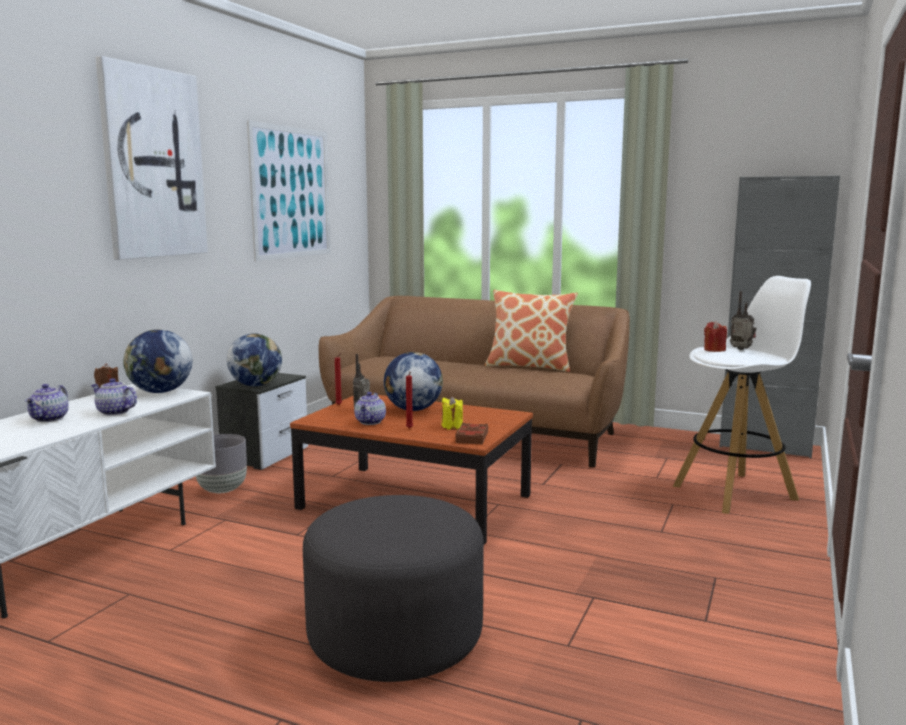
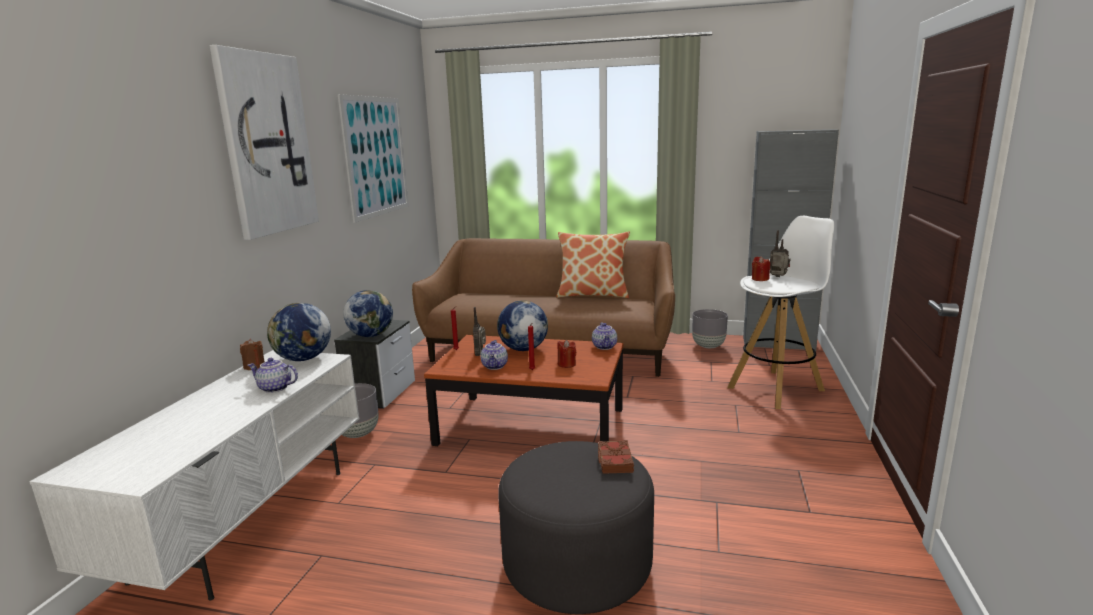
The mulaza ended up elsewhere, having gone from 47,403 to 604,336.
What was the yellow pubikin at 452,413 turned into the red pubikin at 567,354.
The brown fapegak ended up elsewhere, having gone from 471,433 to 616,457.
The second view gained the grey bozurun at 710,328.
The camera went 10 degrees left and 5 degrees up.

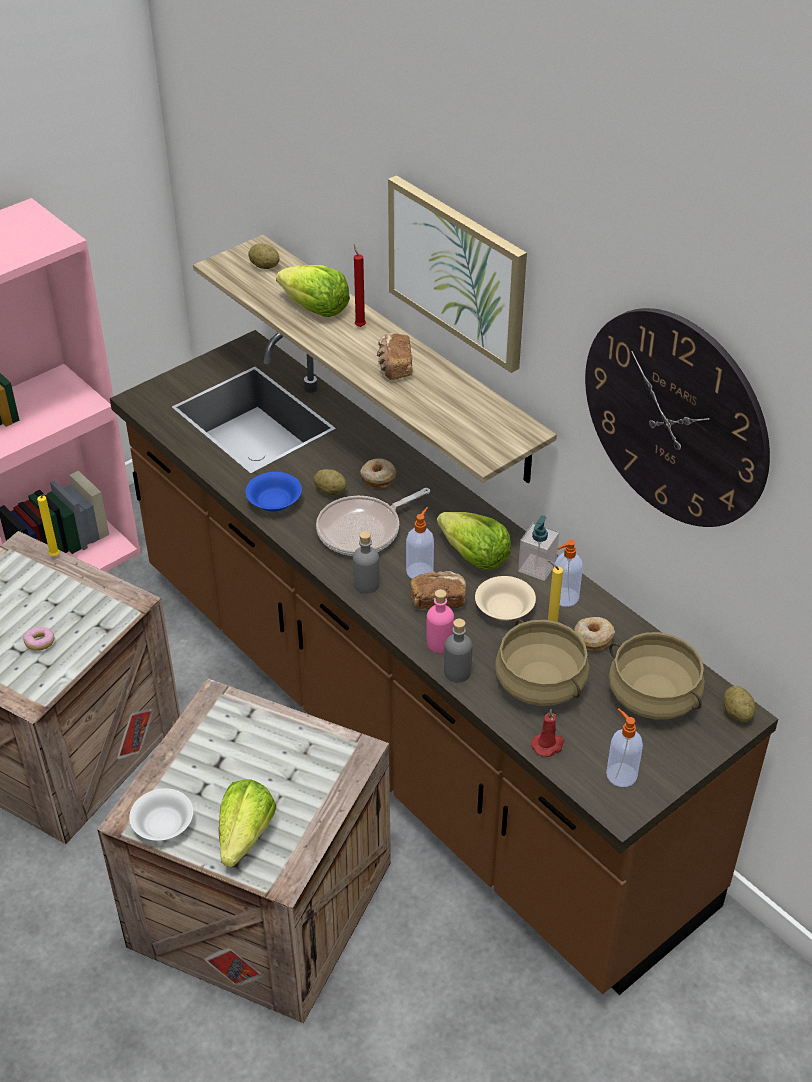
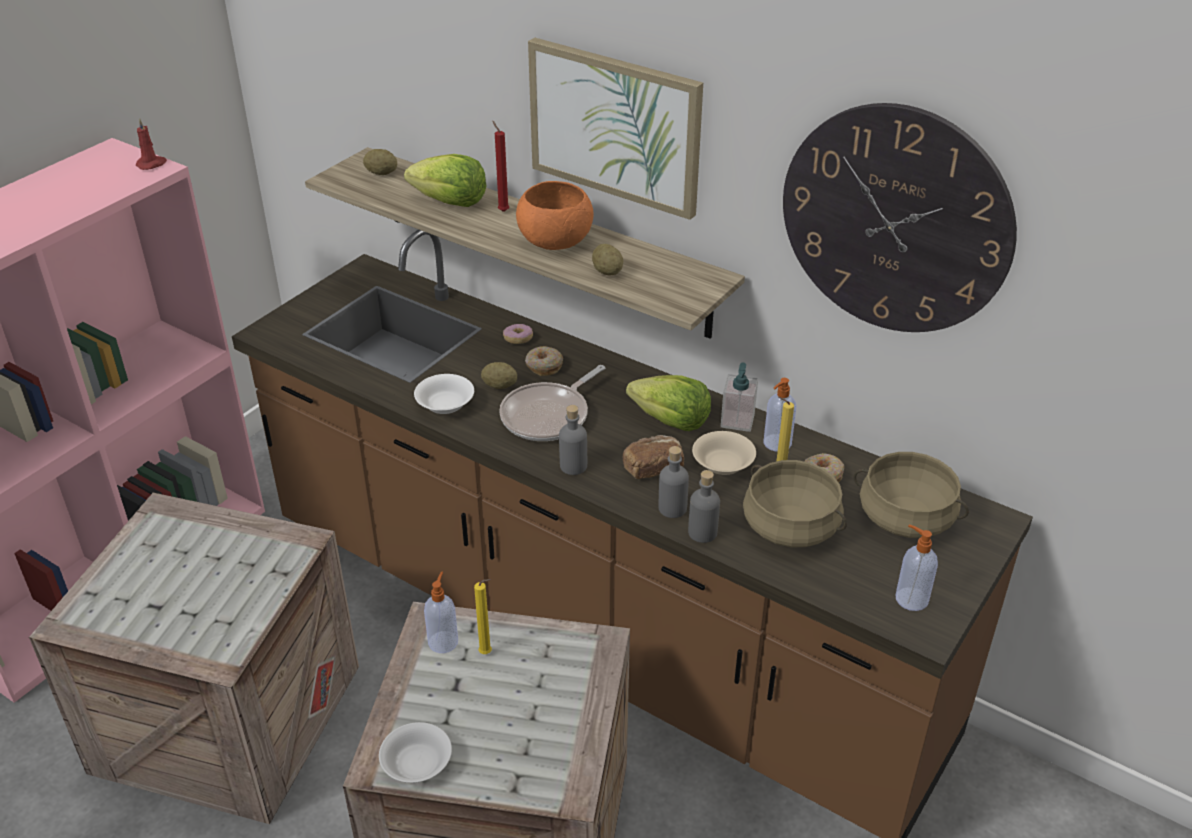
The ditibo ended up elsewhere, having gone from 39,639 to 518,334.
The yellow pubikin ended up elsewhere, having gone from 48,525 to 483,616.
The second view lost the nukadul at 247,823.
What was the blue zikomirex at 273,492 turned into the white zikomirex at 444,394.
Where the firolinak stood at 395,356, the orange zikomirex came to stand at 555,215.
The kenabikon ended up elsewhere, having gone from 420,543 to 441,612.
What was the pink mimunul at 440,621 turned into the grey mimunul at 674,482.
The red pubikin ended up elsewhere, having gone from 548,733 to 151,144.
The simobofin ended up elsewhere, having gone from 739,704 to 607,260.
The camera went 15 degrees left and 5 degrees down.

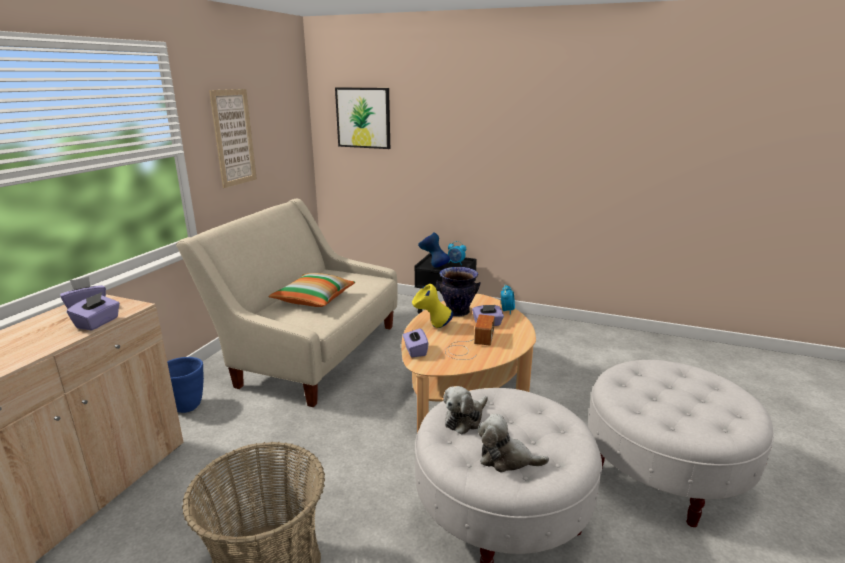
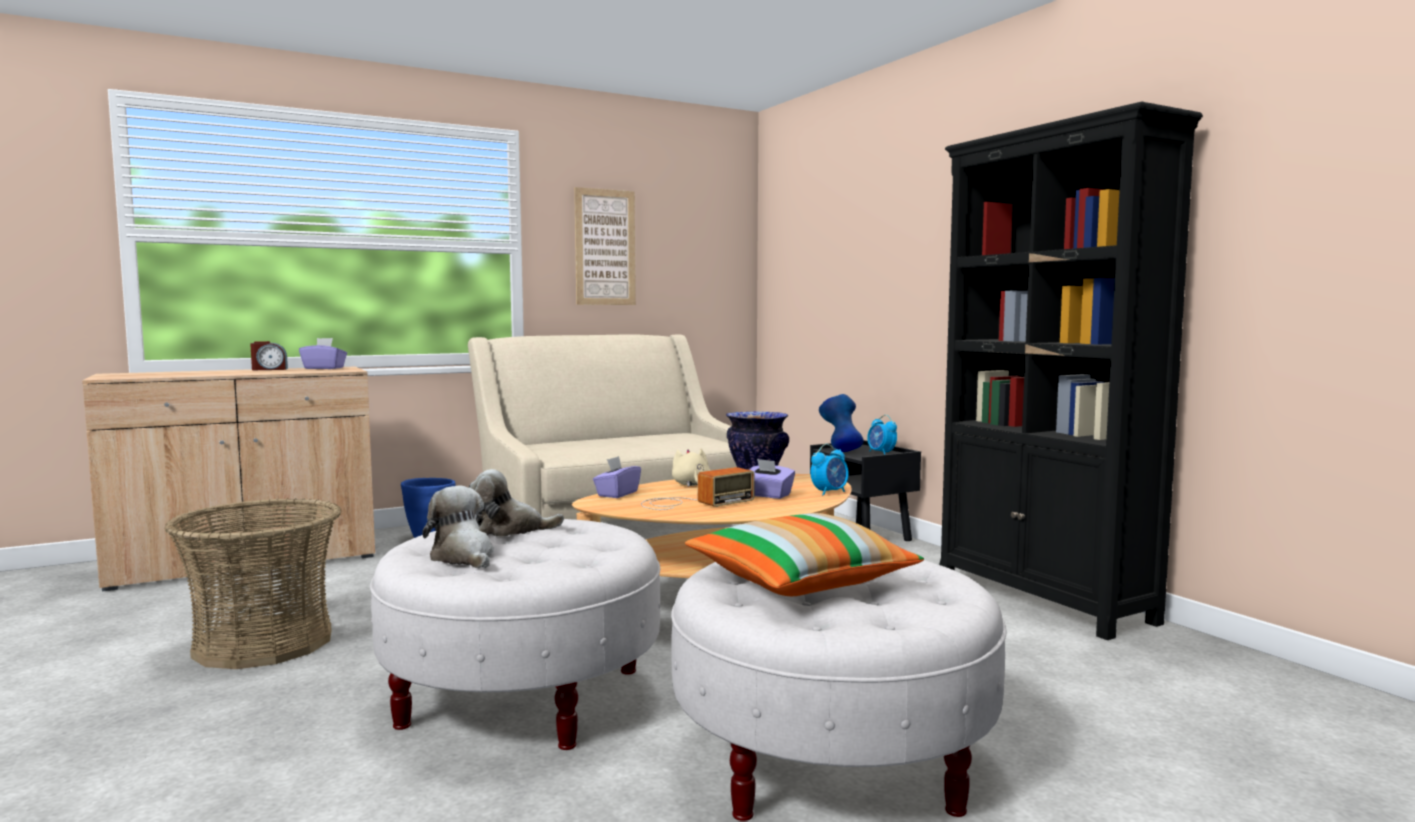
The second view lost the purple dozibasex at 93,311.
The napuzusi ended up elsewhere, having gone from 311,290 to 804,554.
The second view lost the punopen at 362,118.
Where the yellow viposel stood at 432,306, the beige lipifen came to stand at 691,468.
The second view gained the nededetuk at 269,355.
The second view gained the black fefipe at 1071,371.
The camera went 40 degrees right and 15 degrees down.

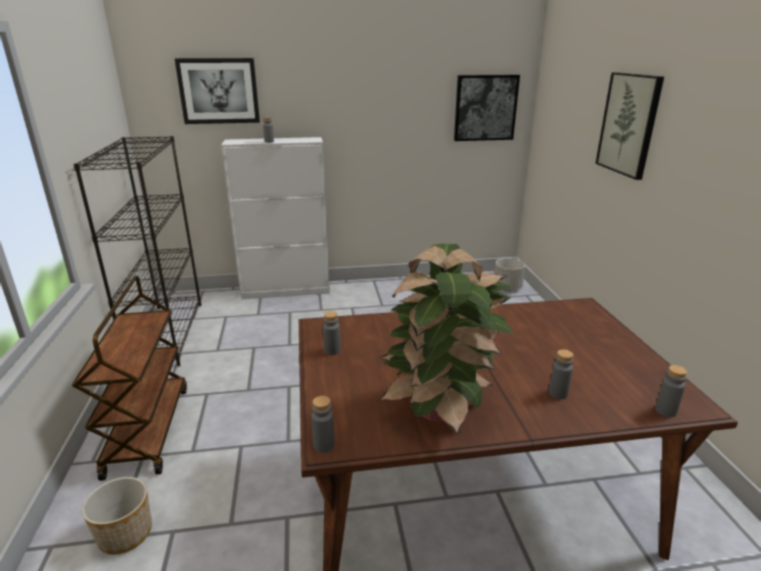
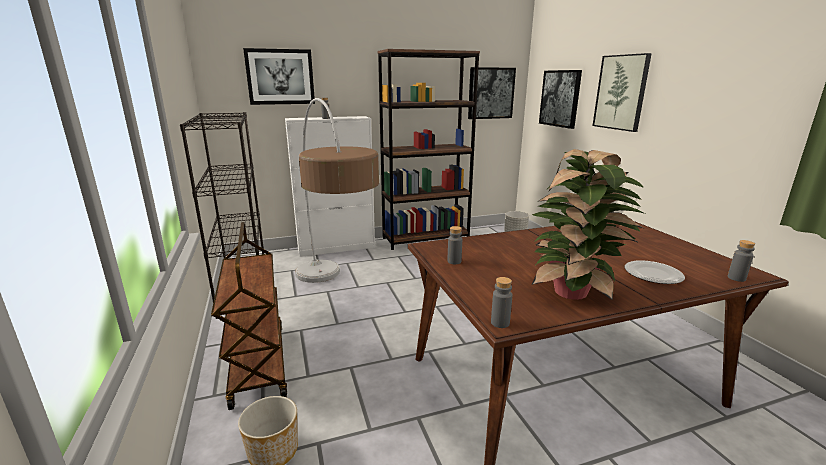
Where the grey mimunul stood at 561,374, the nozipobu came to stand at 655,272.
The second view gained the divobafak at 337,190.
The second view gained the brown fefipe at 429,149.
The second view gained the punopen at 560,99.
The camera went 10 degrees left and 5 degrees down.

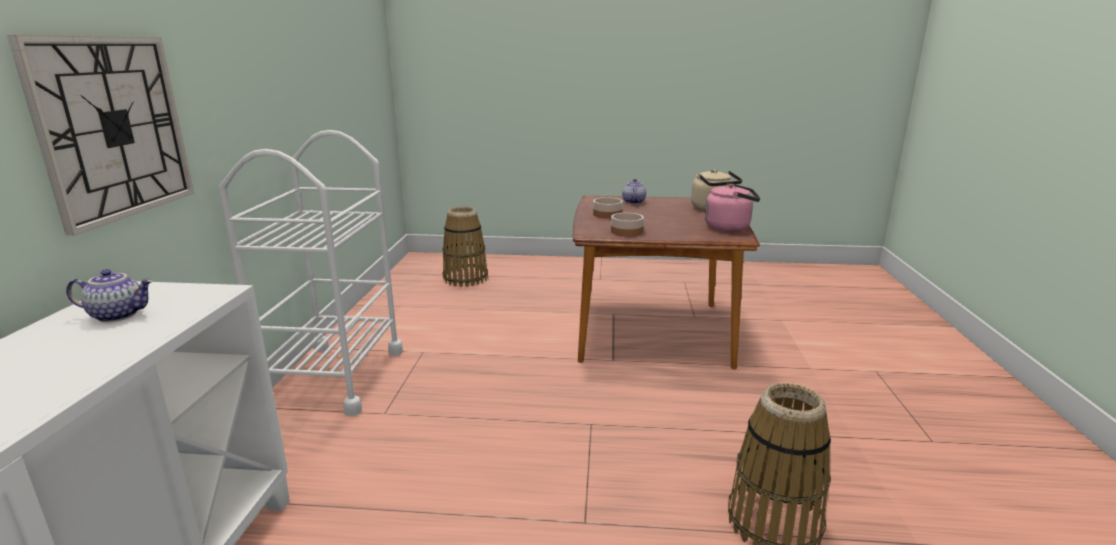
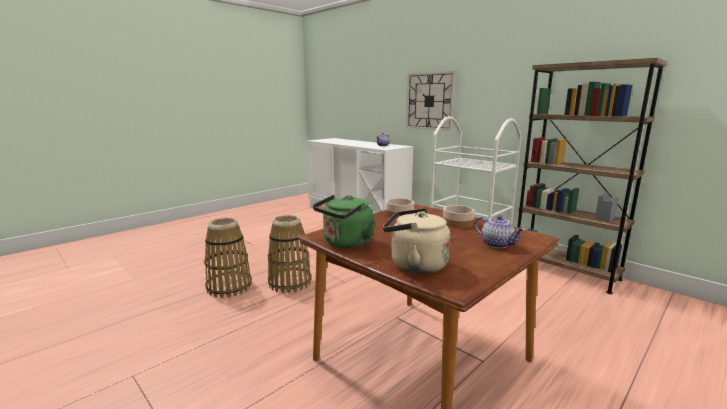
The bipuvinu ended up elsewhere, having gone from 465,247 to 289,254.
What was the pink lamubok at 732,207 turned into the green lamubok at 344,221.
The second view gained the brown fefipe at 592,176.
The camera went 130 degrees right and 5 degrees down.

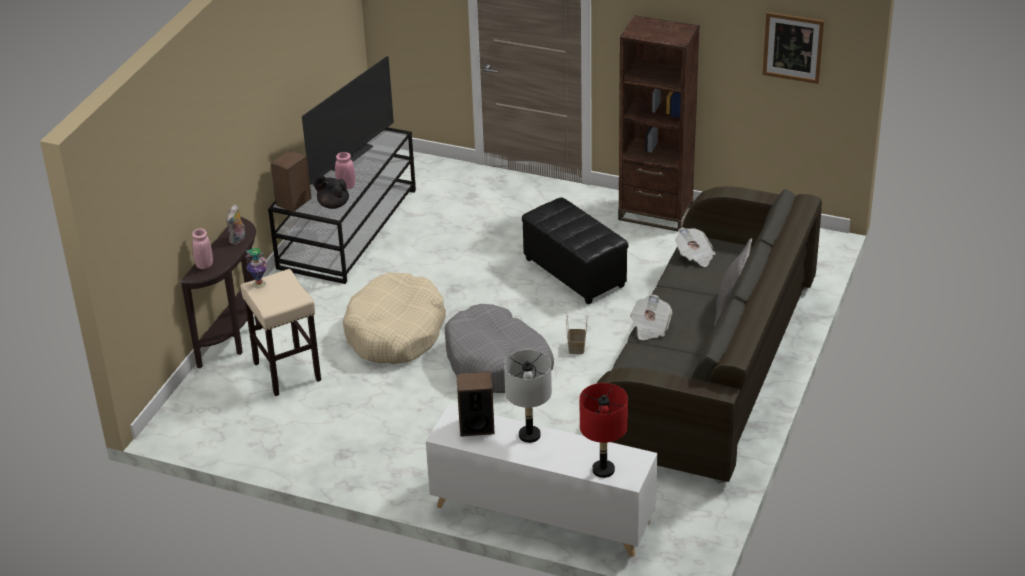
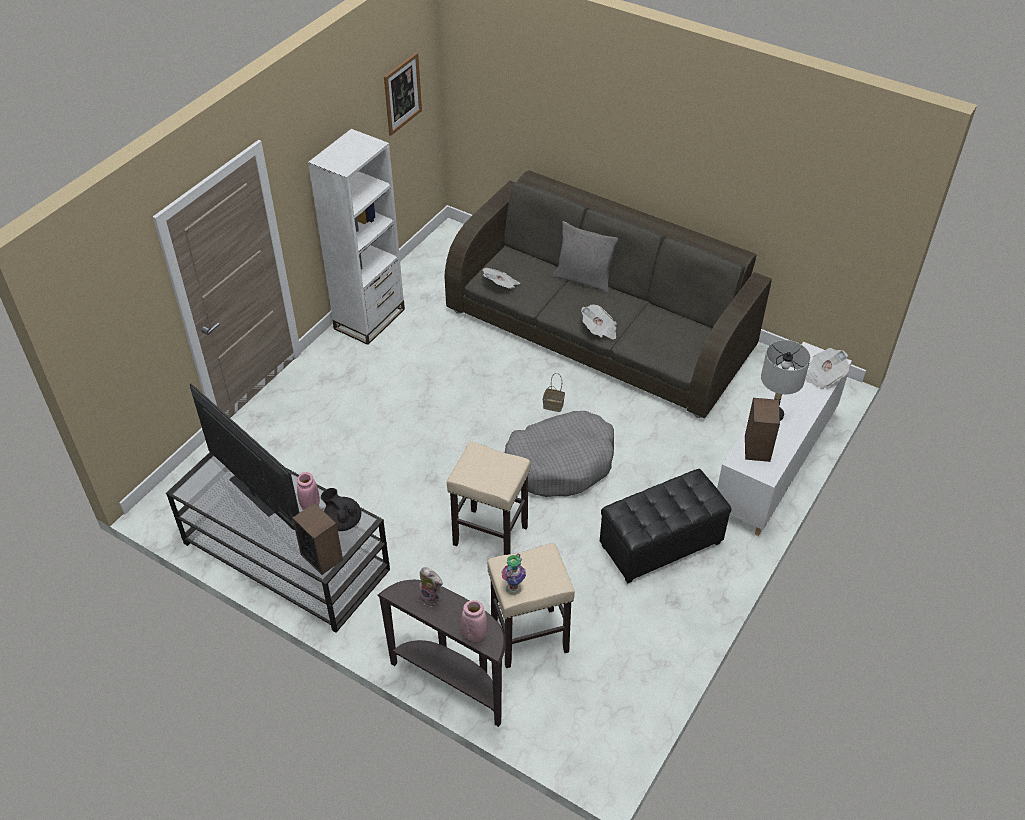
The black mulaza at 330,192 ended up facing another way, 105 degrees clockwise from before.
Where the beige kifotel stood at 394,318, the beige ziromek came to stand at 488,498.
The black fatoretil ended up elsewhere, having gone from 575,251 to 665,526.
Where the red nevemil stood at 604,430, the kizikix came to stand at 827,368.
What was the brown fefipe at 659,123 turned into the white fefipe at 356,237.
The camera went 80 degrees left and 10 degrees up.

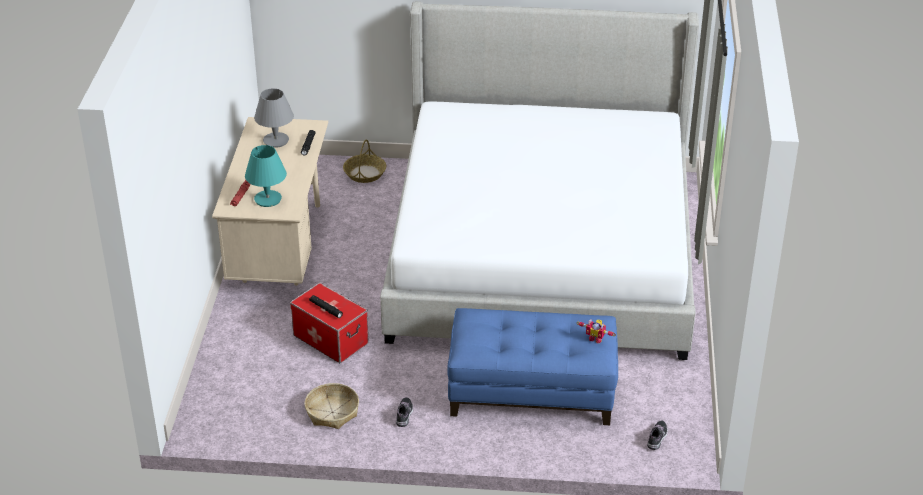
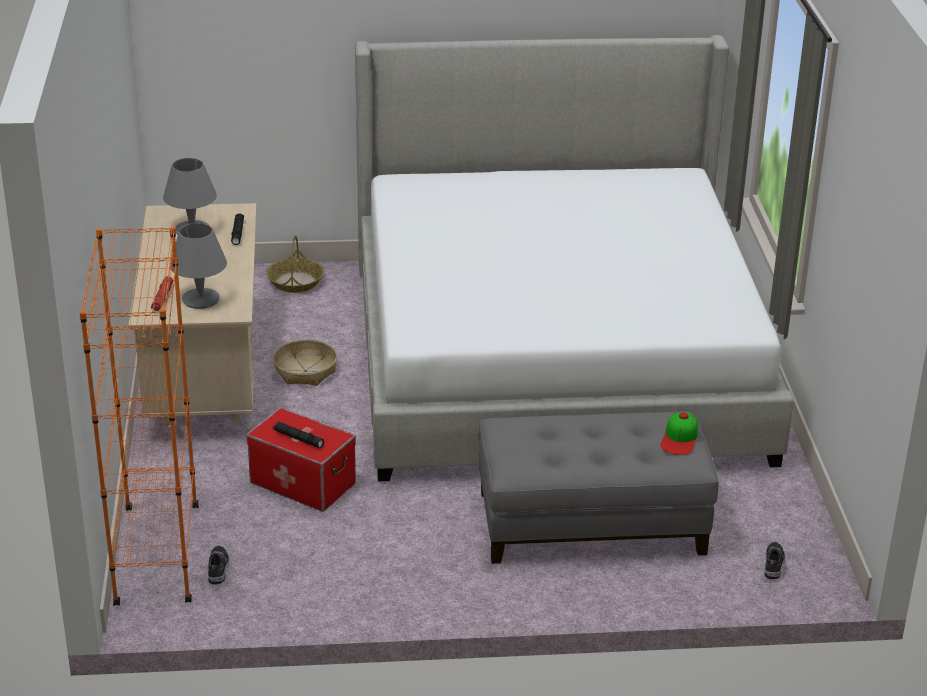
What was the turquoise nevemil at 266,176 turned into the grey nevemil at 198,266.
The bipuvinu ended up elsewhere, having gone from 331,406 to 305,362.
The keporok ended up elsewhere, having gone from 404,412 to 219,565.
What was the blue fatoretil at 532,366 turned into the grey fatoretil at 598,487.
Where the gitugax stood at 596,331, the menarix came to stand at 679,433.
The second view gained the orange fefipe at 139,416.
The camera went 10 degrees left and 5 degrees down.

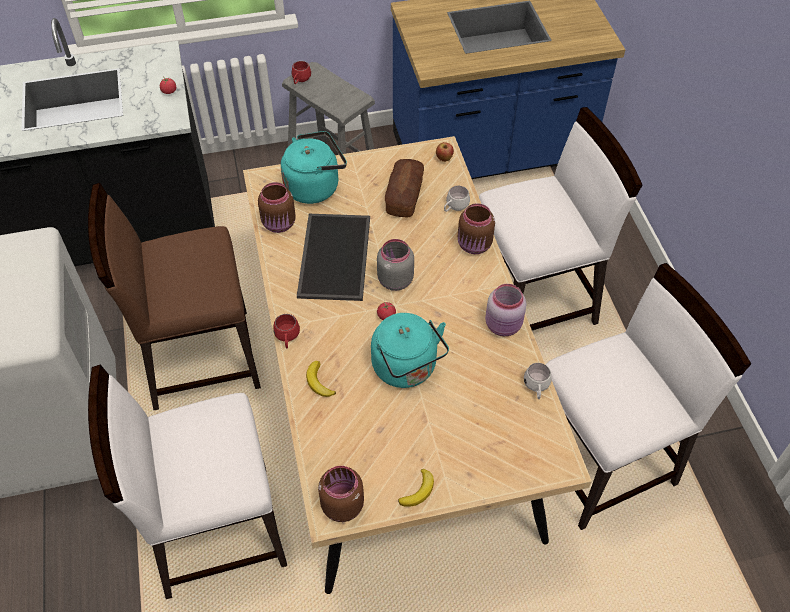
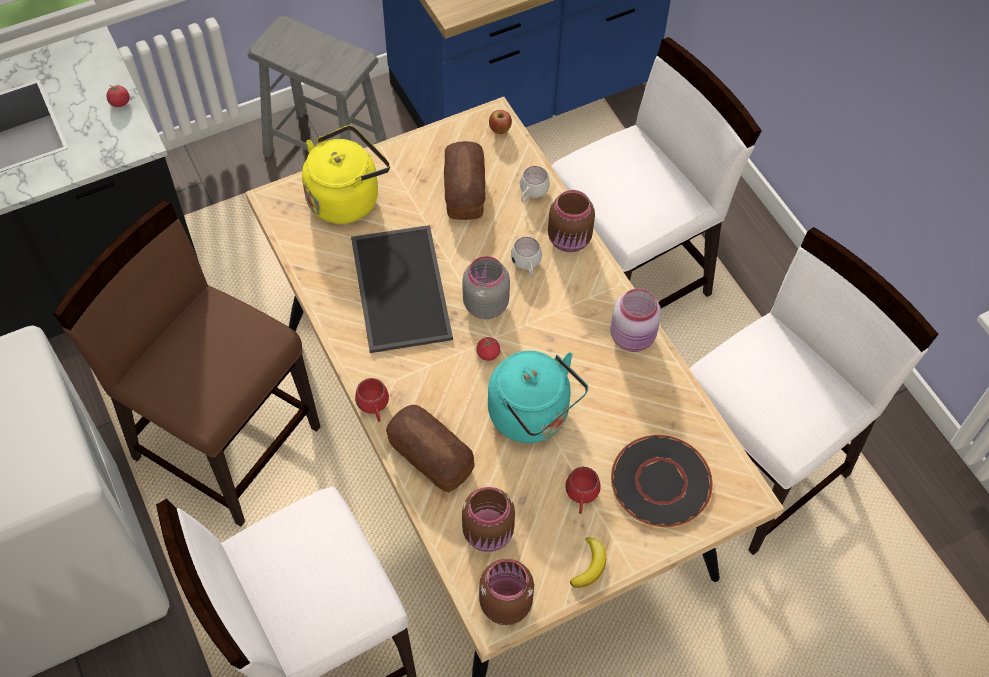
The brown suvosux at 174,297 ended up facing another way, 60 degrees clockwise from before.
The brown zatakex ended up elsewhere, having gone from 277,207 to 488,519.
What was the turquoise lamubok at 314,167 turned into the yellow lamubok at 346,174.
The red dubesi ended up elsewhere, having gone from 301,72 to 583,490.
Where the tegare stood at 321,379, the firolinak came to stand at 430,448.
The white dubesi ended up elsewhere, having gone from 537,381 to 526,257.
The second view gained the black nozipobu at 662,481.
The camera went 15 degrees left and 5 degrees up.

